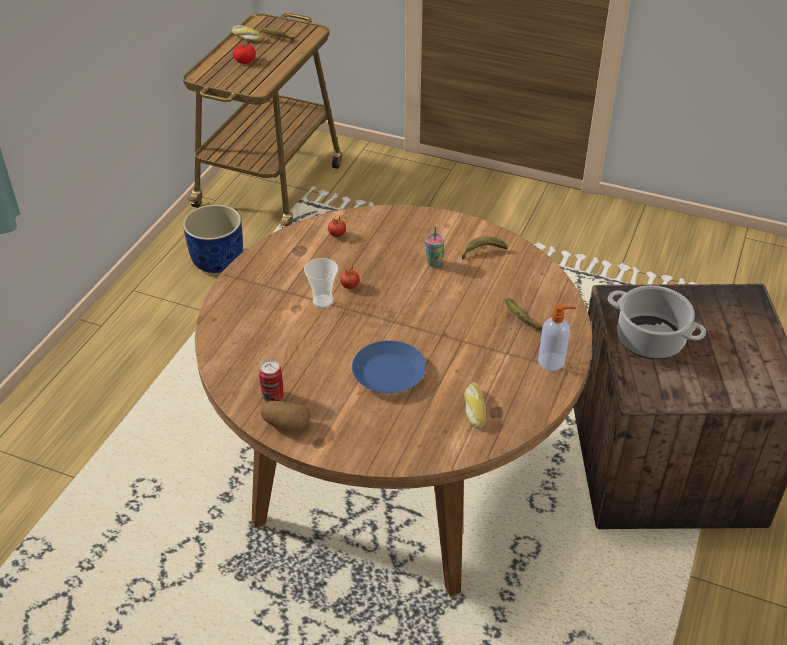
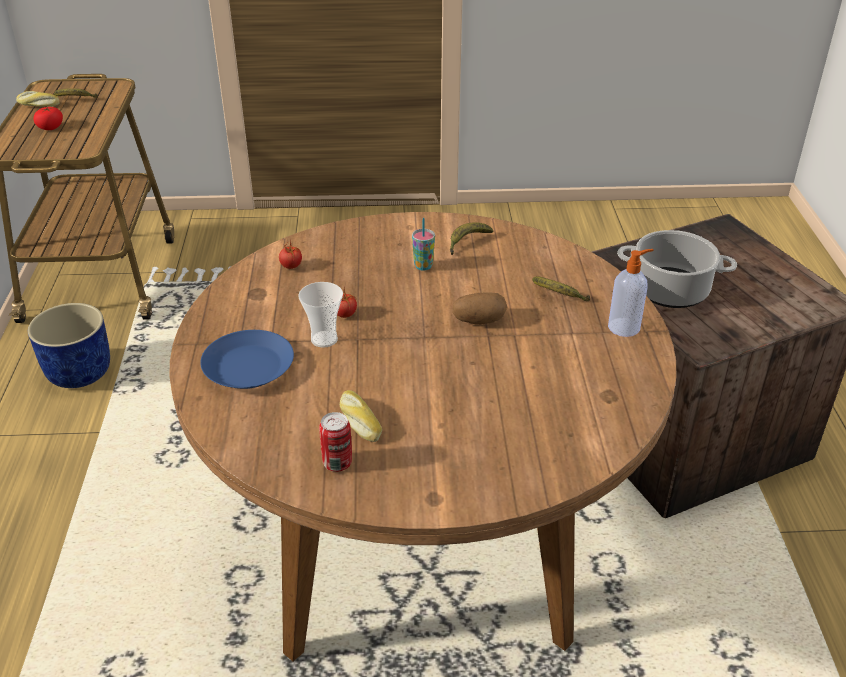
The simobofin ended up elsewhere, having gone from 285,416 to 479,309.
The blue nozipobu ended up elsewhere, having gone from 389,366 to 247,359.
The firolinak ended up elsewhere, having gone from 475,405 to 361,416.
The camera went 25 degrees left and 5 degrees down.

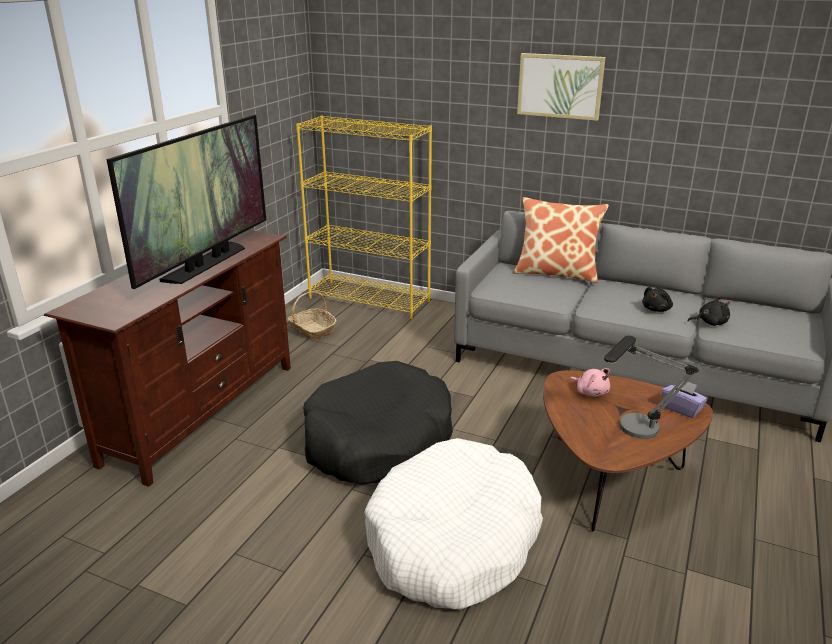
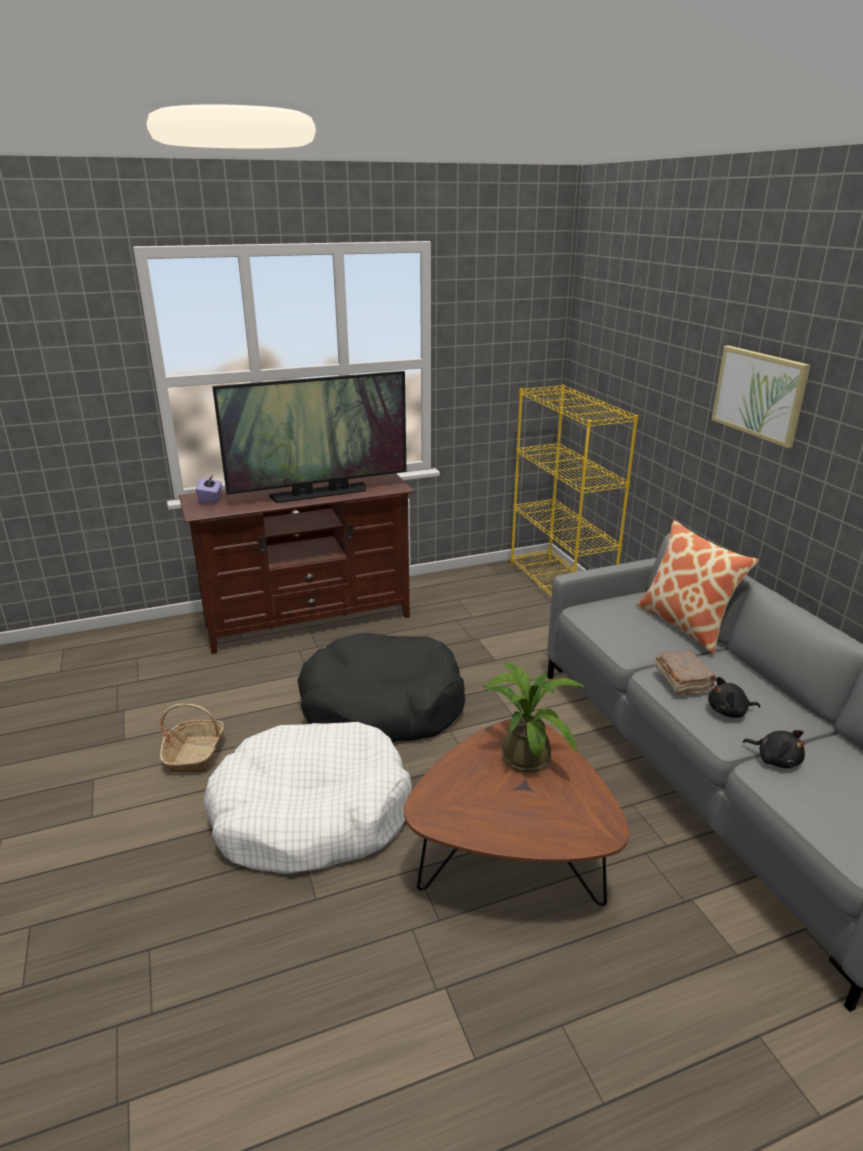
The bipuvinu ended up elsewhere, having gone from 312,316 to 192,738.
Where the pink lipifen stood at 589,382, the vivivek came to stand at 533,717.
The second view lost the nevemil at 651,387.
The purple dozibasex ended up elsewhere, having gone from 685,400 to 209,489.
The second view gained the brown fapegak at 685,672.
The camera went 45 degrees right and 0 degrees up.

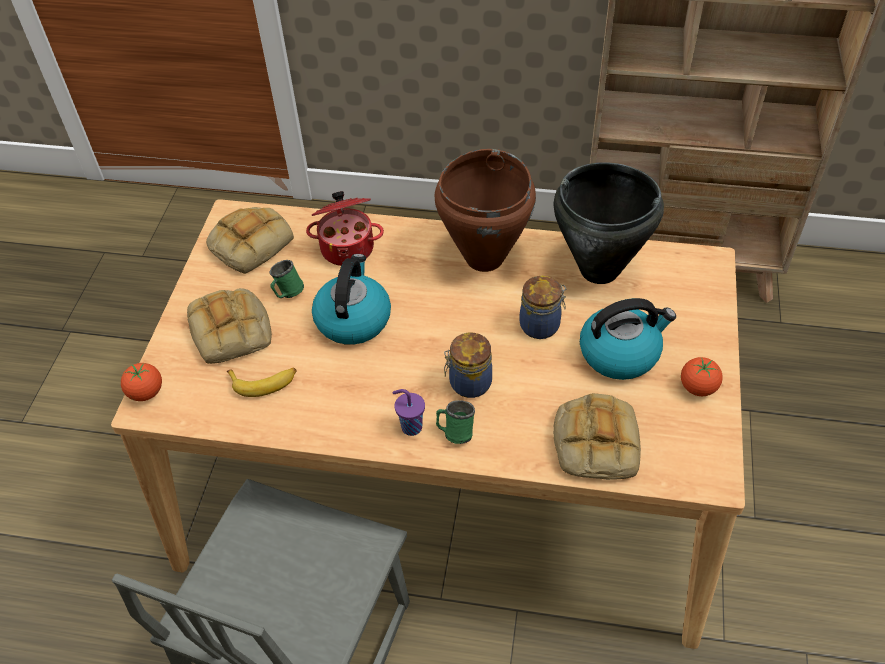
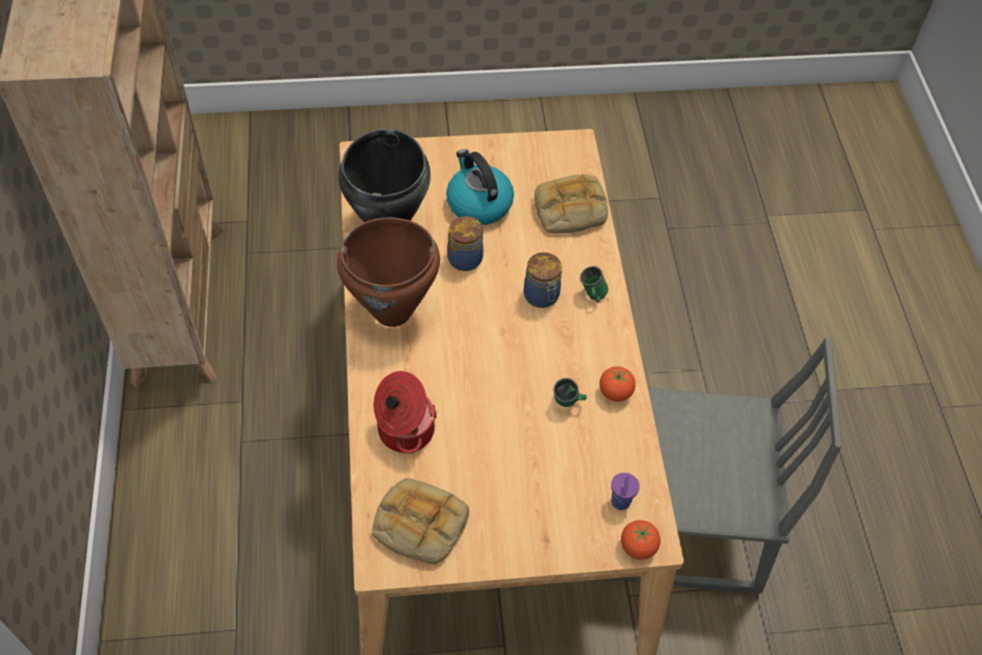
The second view lost the firolinak at 229,326.
The second view lost the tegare at 262,382.
The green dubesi ended up elsewhere, having gone from 286,279 to 570,392.
The second view lost the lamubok at 351,299.
The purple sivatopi ended up elsewhere, having gone from 409,412 to 625,491.
The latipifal ended up elsewhere, having gone from 702,376 to 617,384.
The camera went 110 degrees left and 5 degrees up.

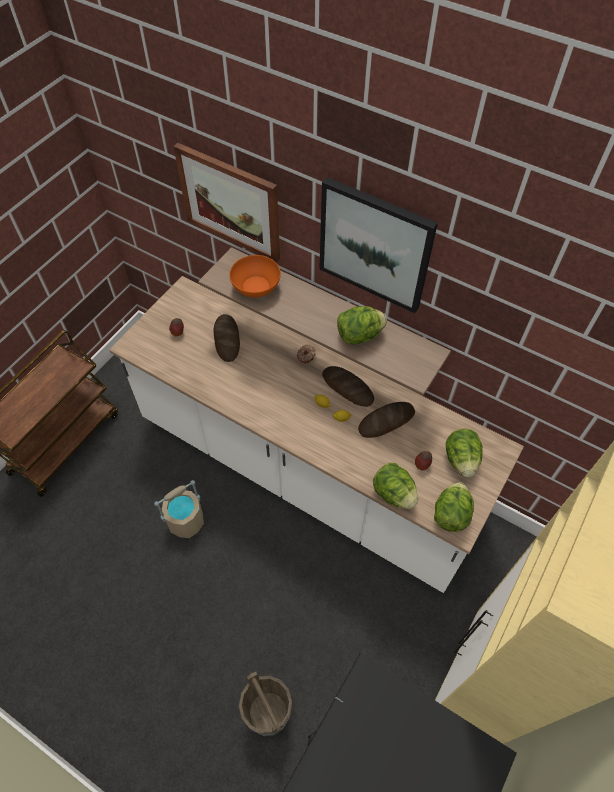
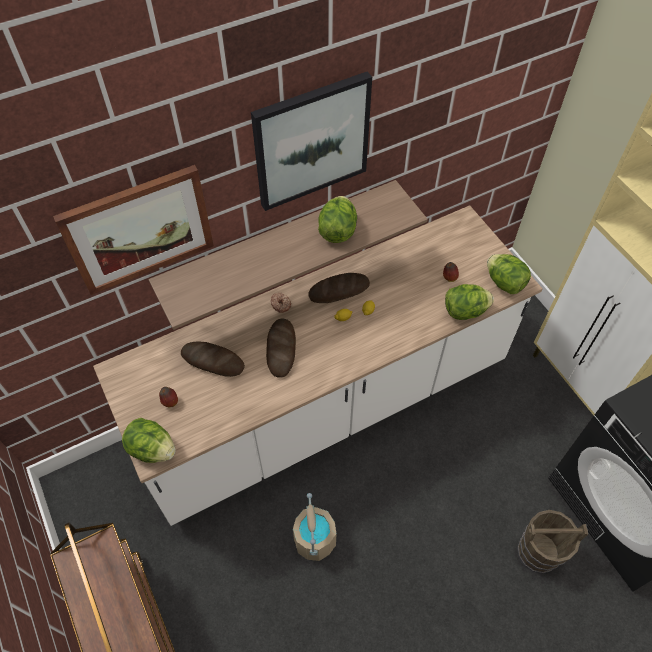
The second view lost the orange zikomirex at 255,276.
The firolinak ended up elsewhere, having gone from 386,420 to 281,348.
The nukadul ended up elsewhere, having gone from 464,453 to 149,440.
The camera went 60 degrees left and 0 degrees up.

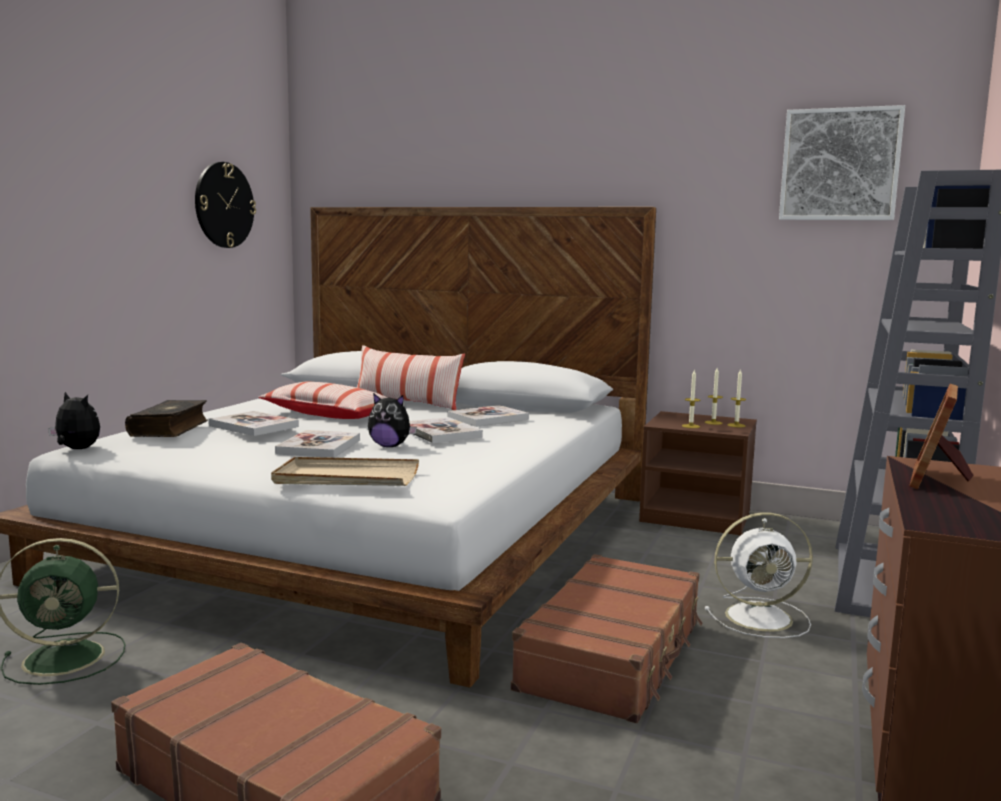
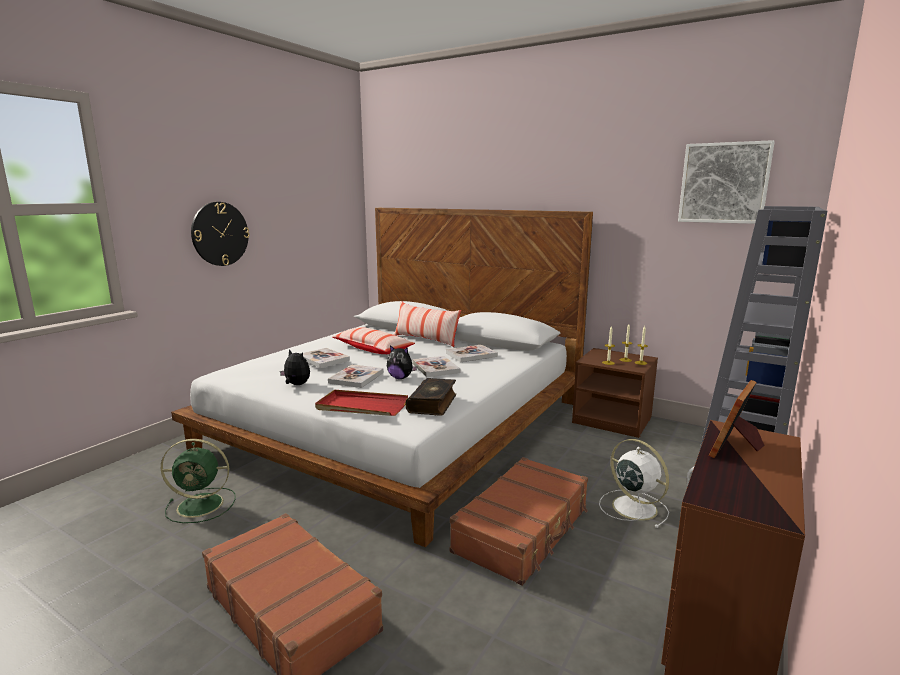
The lipifen ended up elsewhere, having gone from 74,420 to 295,367.
The fapegak ended up elsewhere, having gone from 166,418 to 430,397.
The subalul ended up elsewhere, having gone from 225,205 to 220,234.
What was the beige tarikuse at 345,471 turned into the red tarikuse at 361,402.
The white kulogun at 759,575 ended up facing another way, 135 degrees counterclockwise from before.
The camera went 10 degrees right and 5 degrees up.

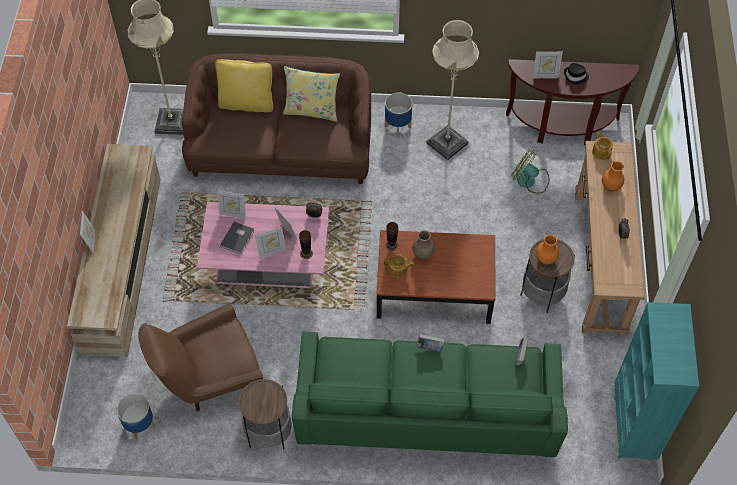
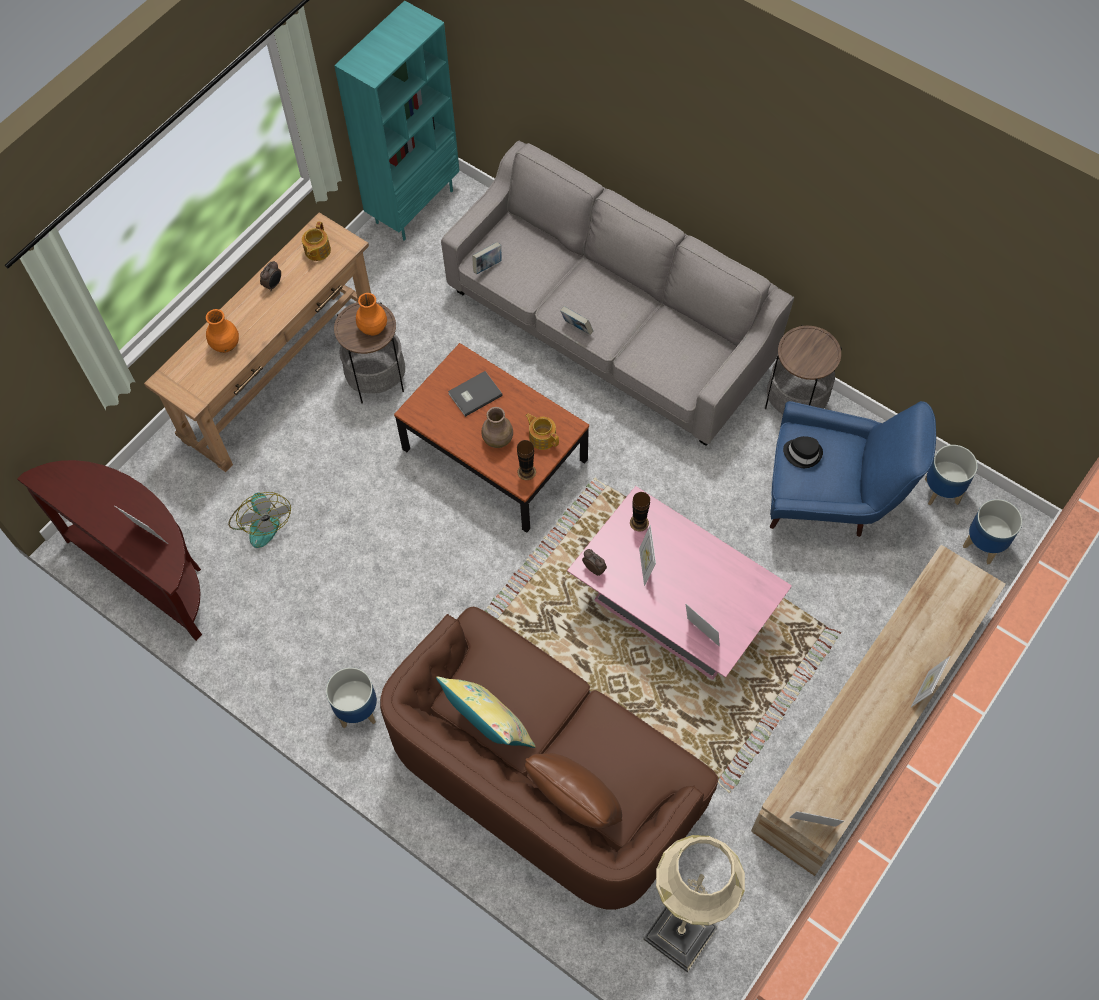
What was the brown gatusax at 200,357 turned into the blue gatusax at 853,469.
What was the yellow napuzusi at 244,85 turned into the brown napuzusi at 573,791.
The grey fapegak ended up elsewhere, having gone from 237,238 to 475,394.
The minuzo ended up elsewhere, having gone from 270,242 to 817,819.
What was the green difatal at 430,394 turned into the grey difatal at 617,293.
The second view lost the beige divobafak at 452,90.
The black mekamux ended up elsewhere, having gone from 576,74 to 803,452.
The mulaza ended up elsewhere, having gone from 602,146 to 316,241.
The second view gained the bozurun at 992,531.
The camera went 145 degrees left and 5 degrees up.

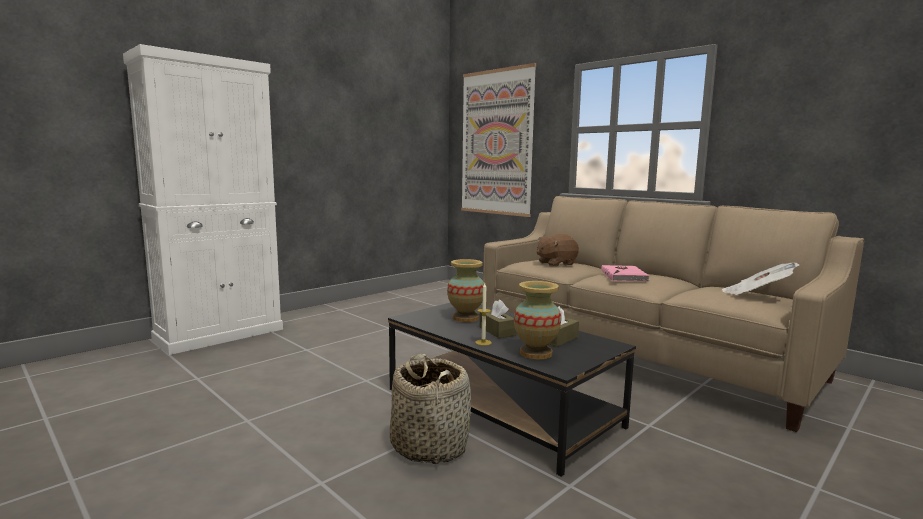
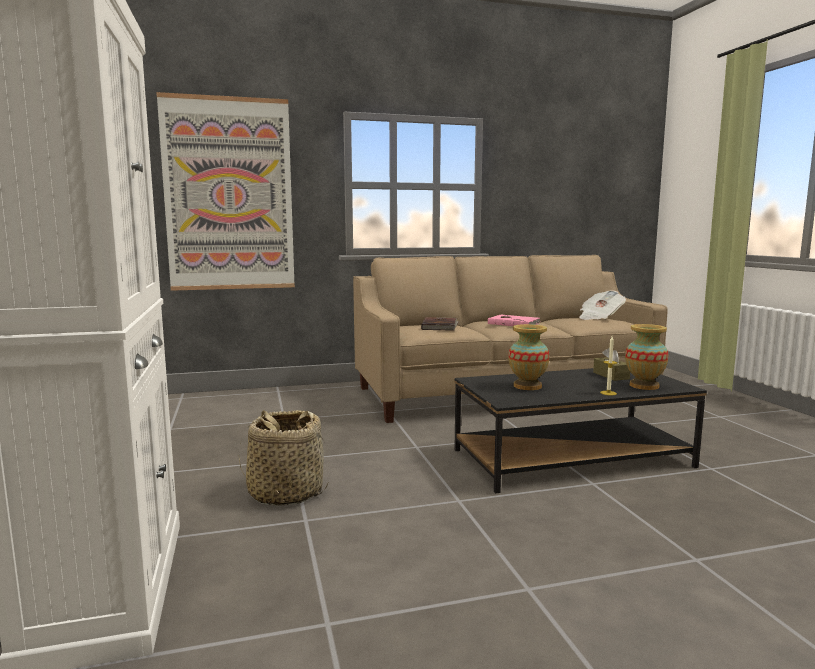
The bipuvinu ended up elsewhere, having gone from 430,409 to 283,458.
The second view lost the brown dozibasex at 498,319.
Where the brown lipifen stood at 558,250, the brown fapegak came to stand at 440,324.
The camera went 60 degrees left and 0 degrees up.

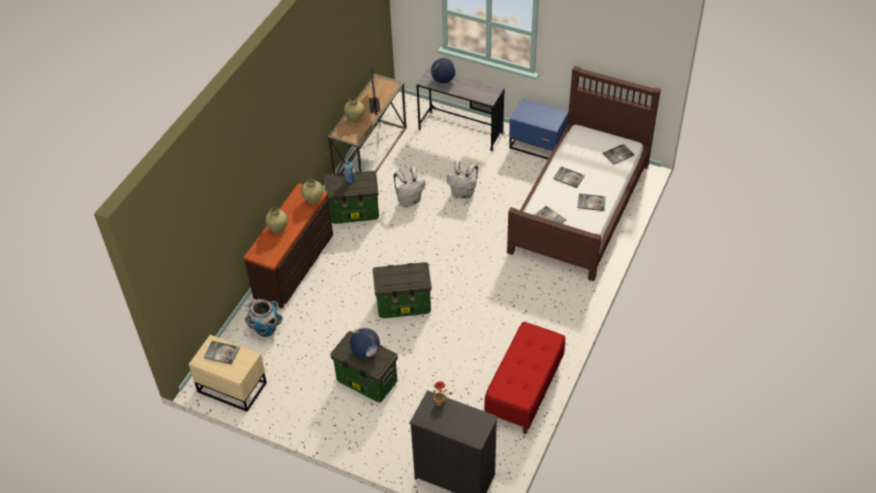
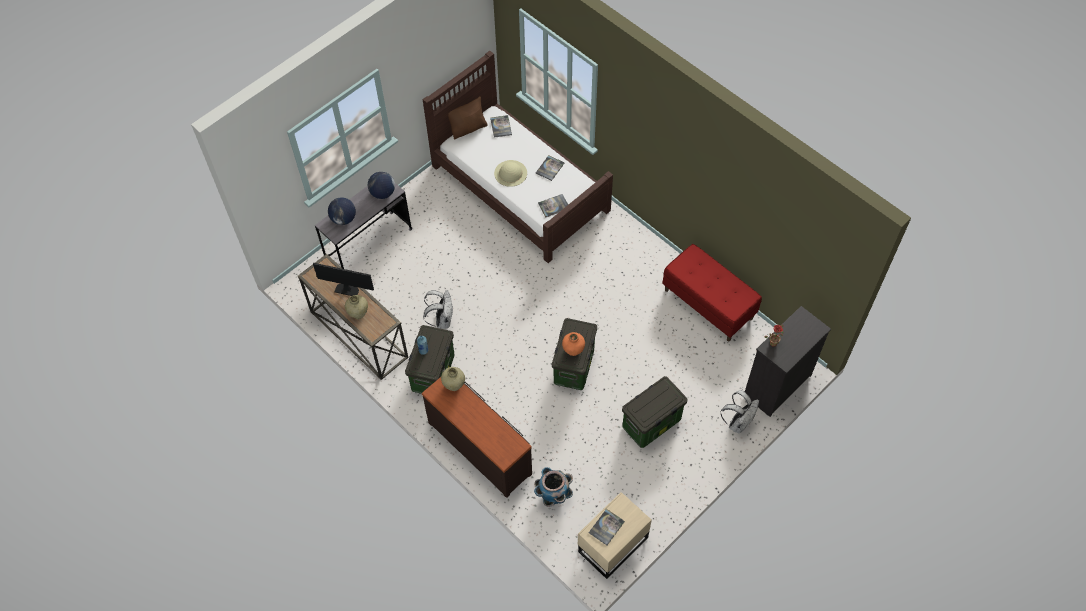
The second view lost the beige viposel at 276,220.
The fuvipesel ended up elsewhere, having gone from 365,343 to 381,185.
The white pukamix ended up elsewhere, having gone from 462,179 to 740,411.
The second view lost the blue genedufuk at 539,128.
Where the fapegak stood at 569,177, the beige mekamux came to stand at 510,173.
The second view gained the brown napuzusi at 468,118.
The second view gained the orange viposel at 573,344.
The camera went 70 degrees left and 10 degrees up.

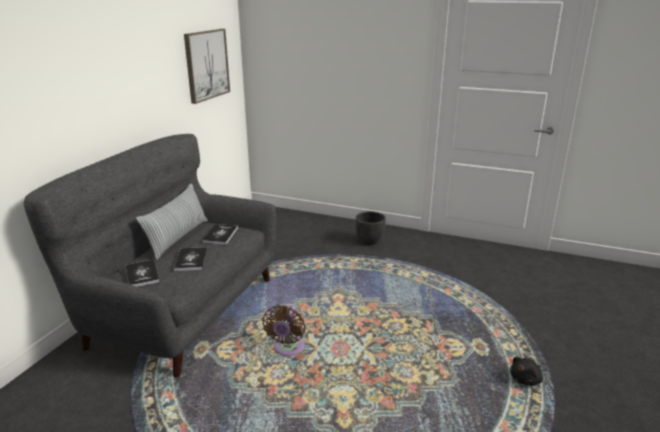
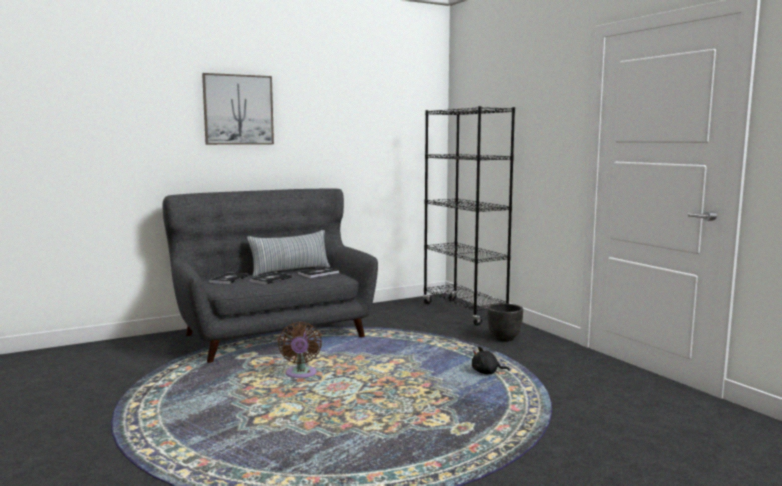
The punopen ended up elsewhere, having gone from 207,66 to 238,109.
The brown kulogun at 283,330 ended up facing another way, 60 degrees counterclockwise from before.
The black lipifen ended up elsewhere, having gone from 526,371 to 491,360.
The second view gained the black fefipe at 469,216.
The camera went 40 degrees right and 15 degrees down.

